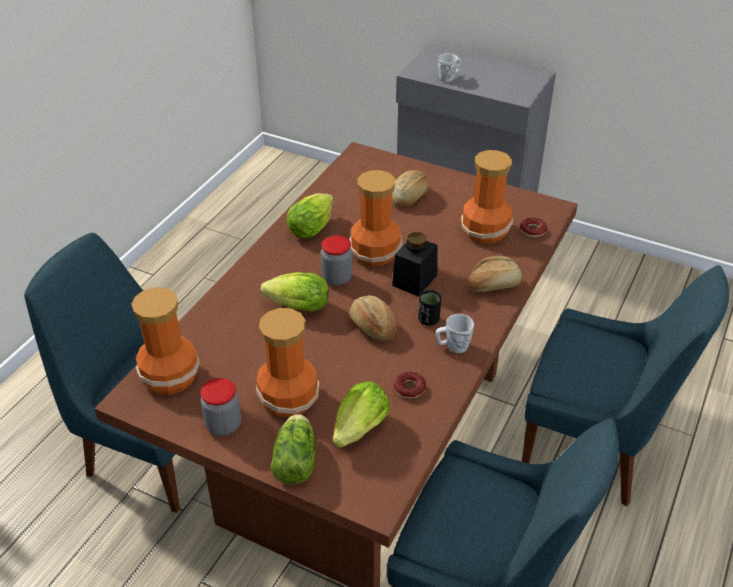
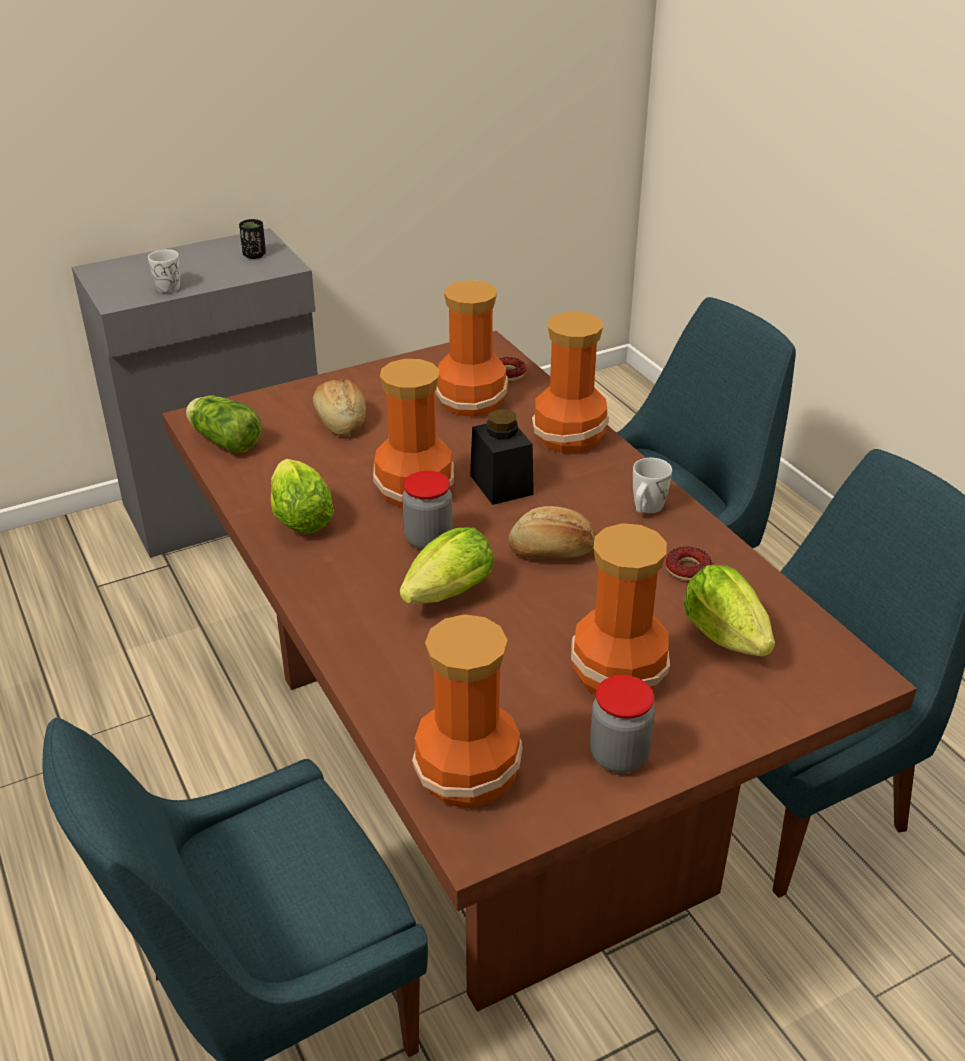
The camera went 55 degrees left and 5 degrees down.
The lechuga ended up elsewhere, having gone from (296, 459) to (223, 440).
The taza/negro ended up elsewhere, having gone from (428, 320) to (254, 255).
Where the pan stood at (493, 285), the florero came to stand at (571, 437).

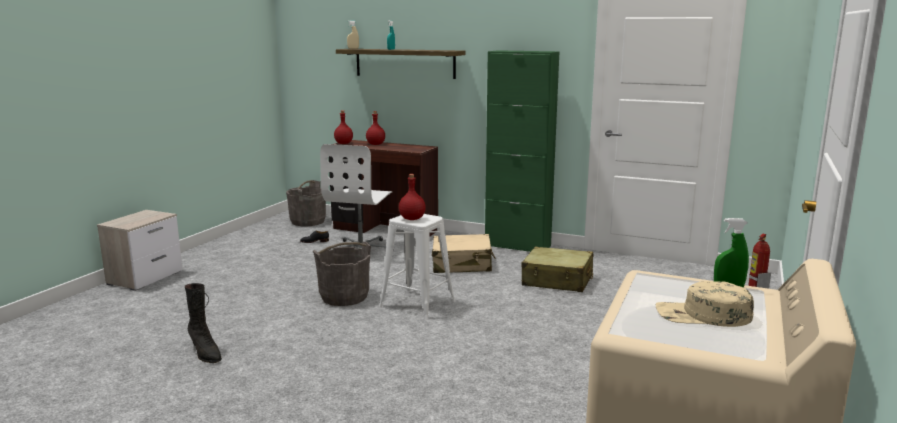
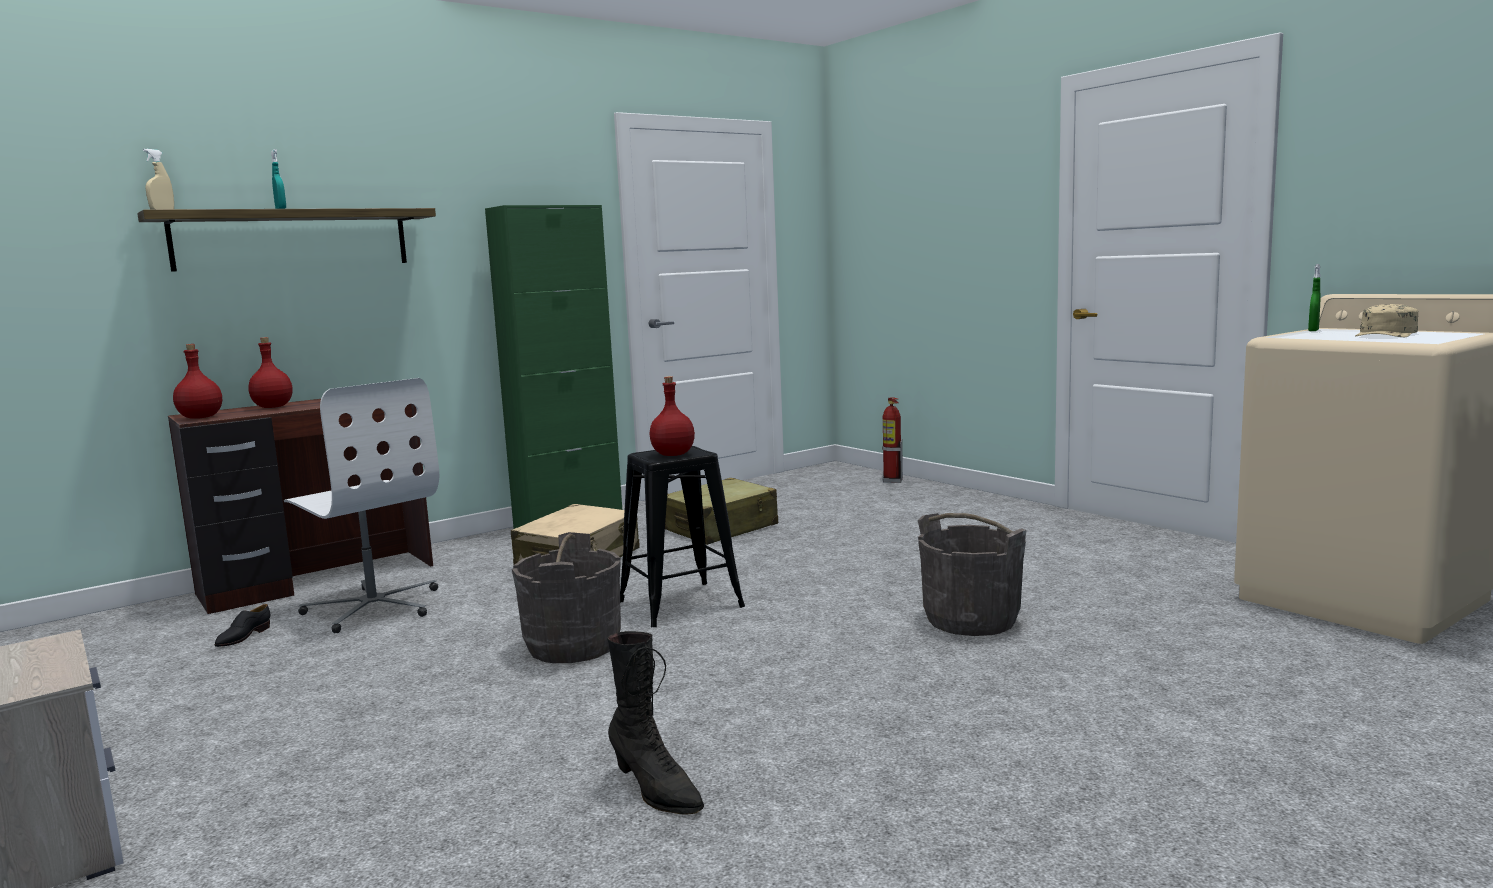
The camera went 60 degrees left and 5 degrees down.
The bota/negro at (205, 353) ended up facing another way, 60 degrees clockwise from before.
What was the taburete/blanco at (417, 304) turned into the taburete/negro at (680, 604).
The cubo/gris ended up elsewhere, having gone from (308, 221) to (971, 620).

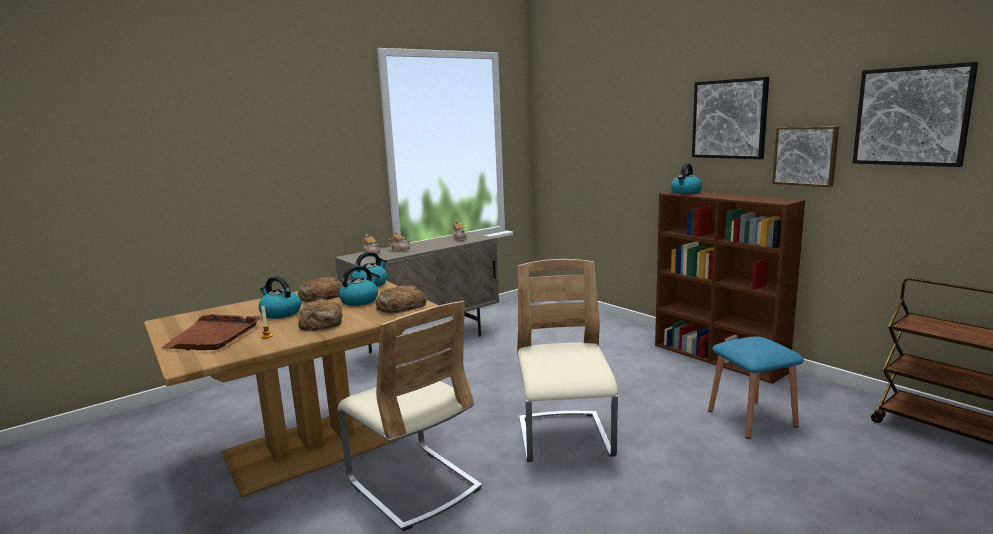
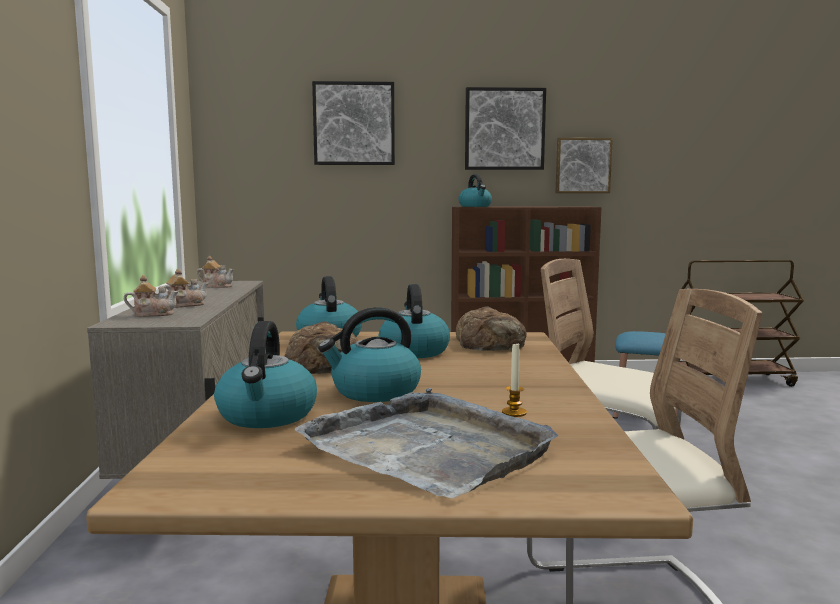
The camera went 55 degrees left and 5 degrees down.
The second view gained the hervidor at (267, 416).
What was the bandeja/marrón at (213, 336) turned into the bandeja/gris at (429, 448).
The cuadro ended up elsewhere, having gone from (911, 116) to (354, 124).
The second view lost the pan at (322, 322).

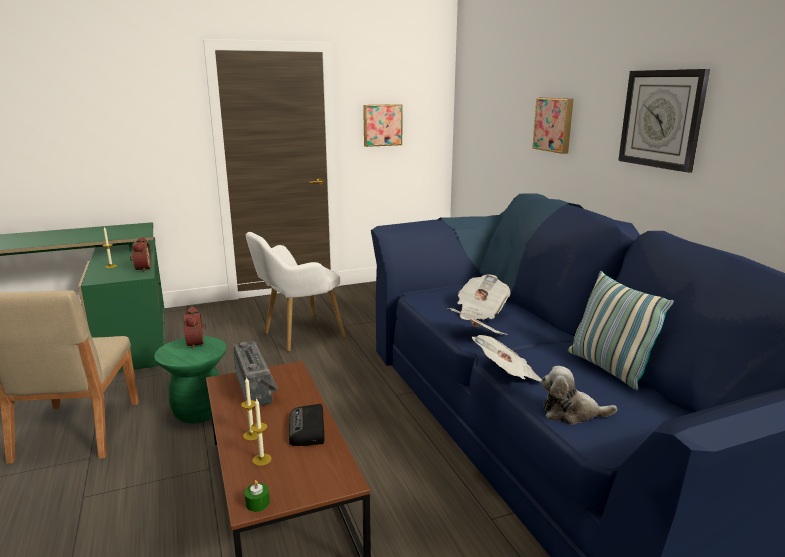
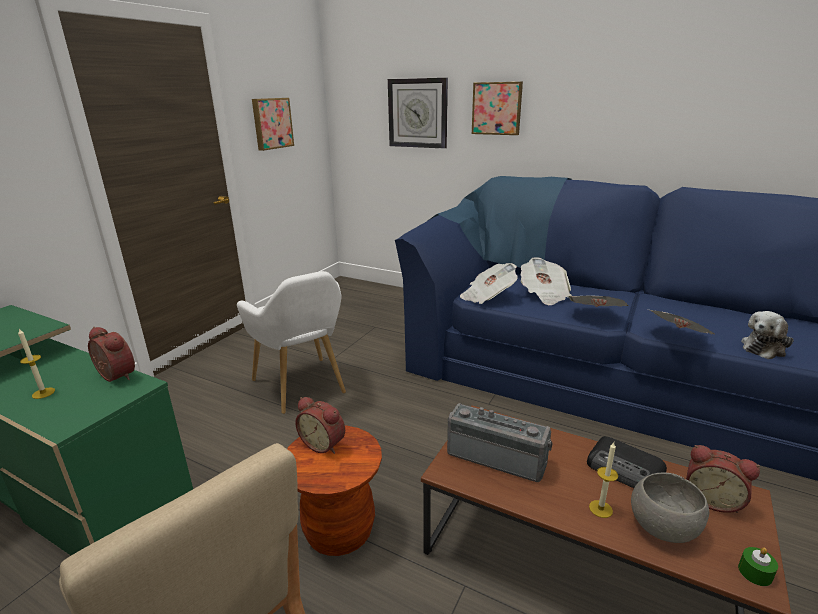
The camera went 40 degrees left and 5 degrees up.
The sillón/blanco at (298, 336) ended up facing another way, 45 degrees counterclockwise from before.
What was the taburete/verde at (198, 412) turned into the taburete/marrón at (339, 531).
The reloj de pared ended up elsewhere, having gone from (662, 119) to (418, 113).
The second view gained the periódico at (487, 297).
Where the vela stood at (262, 459), the cuenco/gris came to stand at (661, 527).
The second view gained the despertador at (712, 499).
The second view lost the cojín at (608, 368).

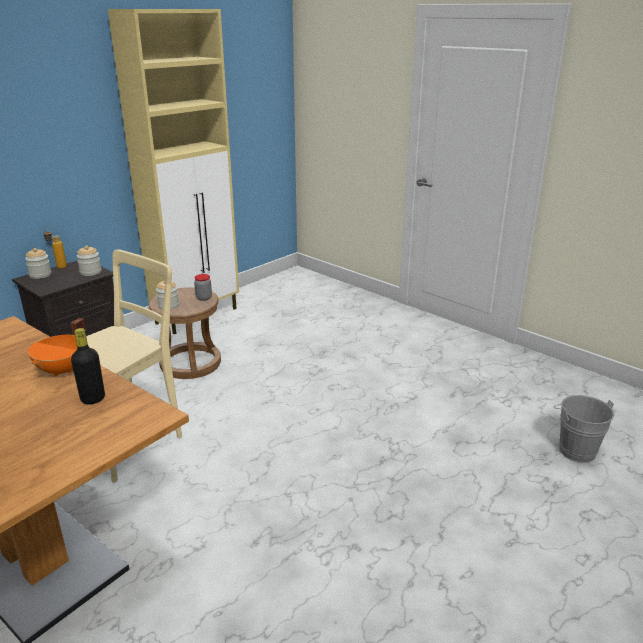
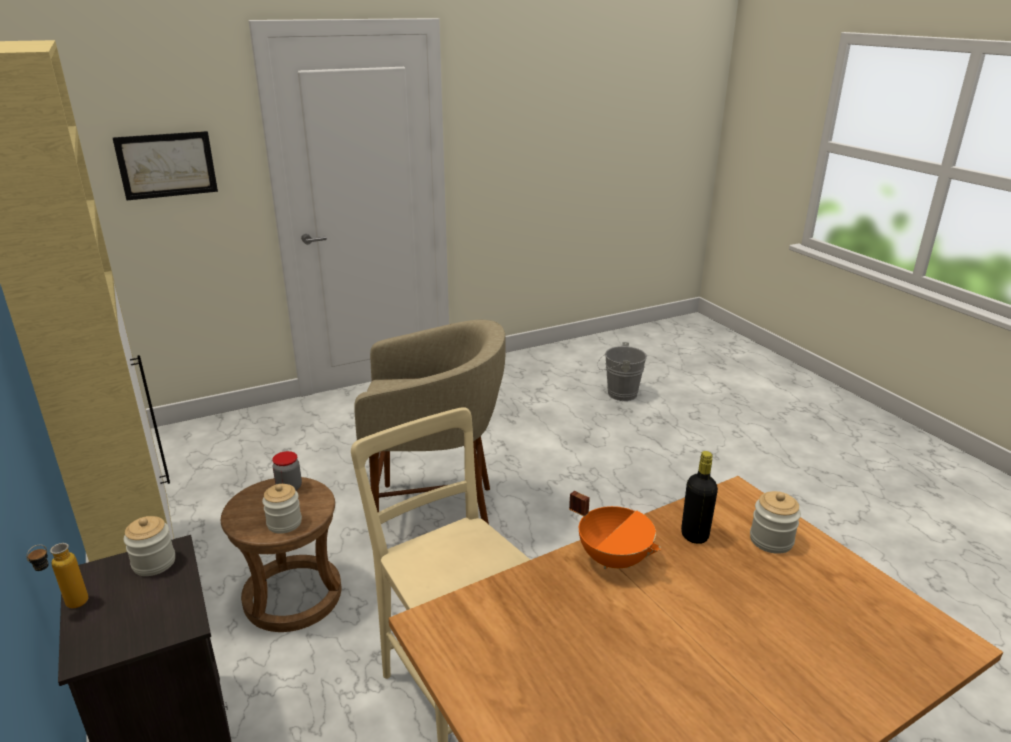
The camera went 70 degrees left and 0 degrees up.
The second view gained the cuadro at (167, 165).
The second view gained the taburete/beis at (435, 513).
The tarro ended up elsewhere, having gone from (40, 275) to (771, 540).

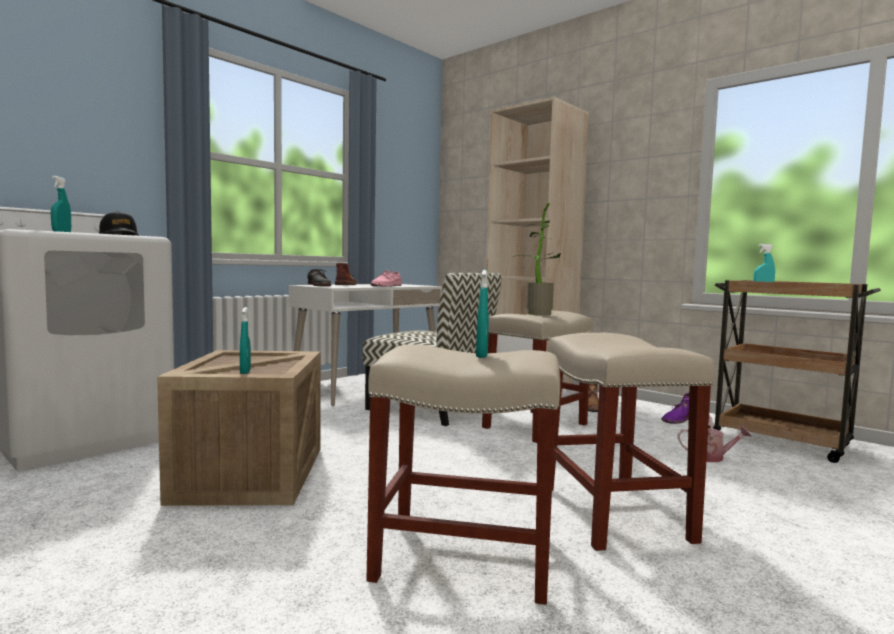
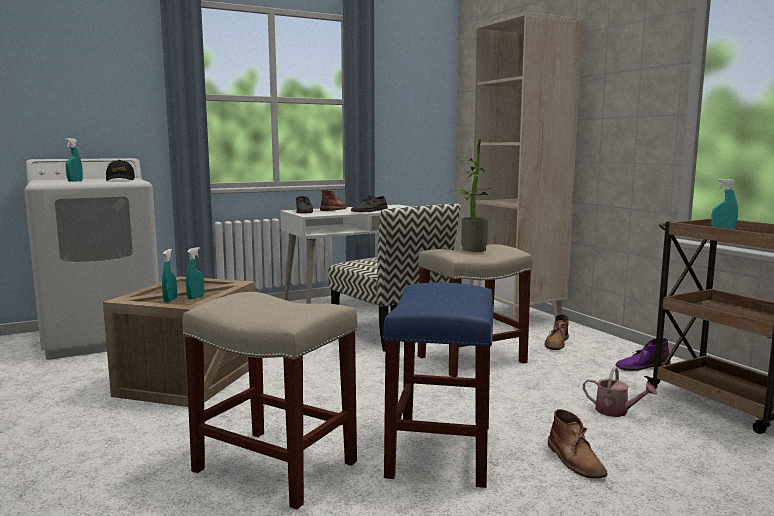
The camera went 20 degrees right and 5 degrees up.
The pulverizador/turquesa ended up elsewhere, having gone from (482, 355) to (195, 297).
What was the zapato/rosa at (387, 286) turned into the zapato/gris at (370, 211).
What was the taburete/beis at (615, 514) turned into the taburete/azul at (441, 451).
The second view gained the bota/marrón at (575, 460).

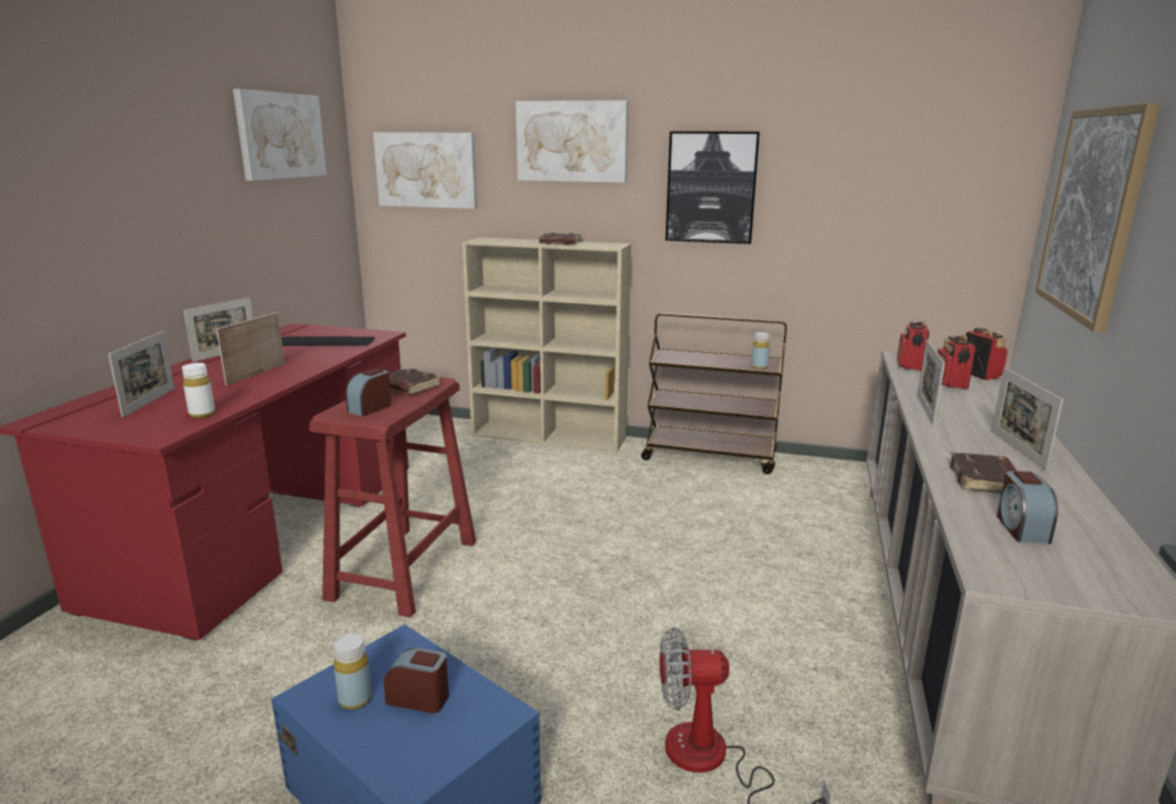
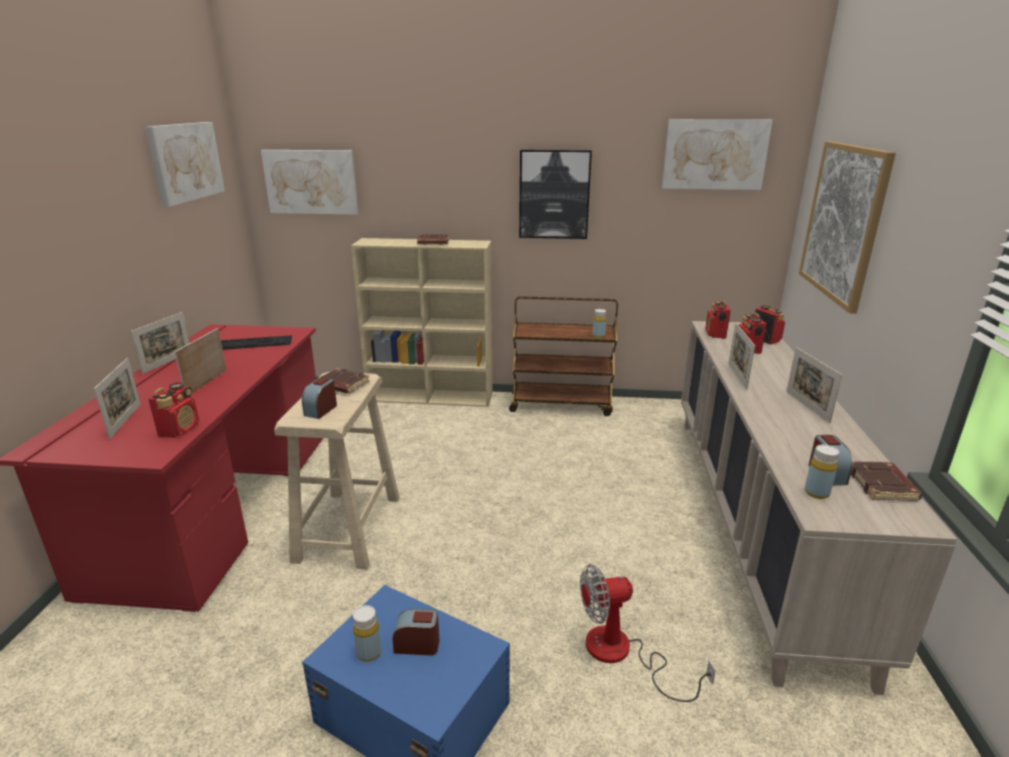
The camera went 10 degrees left and 5 degrees up.
Where the botella/blanco stood at (202, 414), the radio came to stand at (180, 429).
What was the taburete/rojo at (403, 570) turned into the taburete/beis at (348, 529).
The cuadro ended up elsewhere, having gone from (572, 141) to (714, 154).
The second view gained the botella/amarillo at (816, 493).
The libro/marrón ended up elsewhere, having gone from (986, 480) to (883, 486).

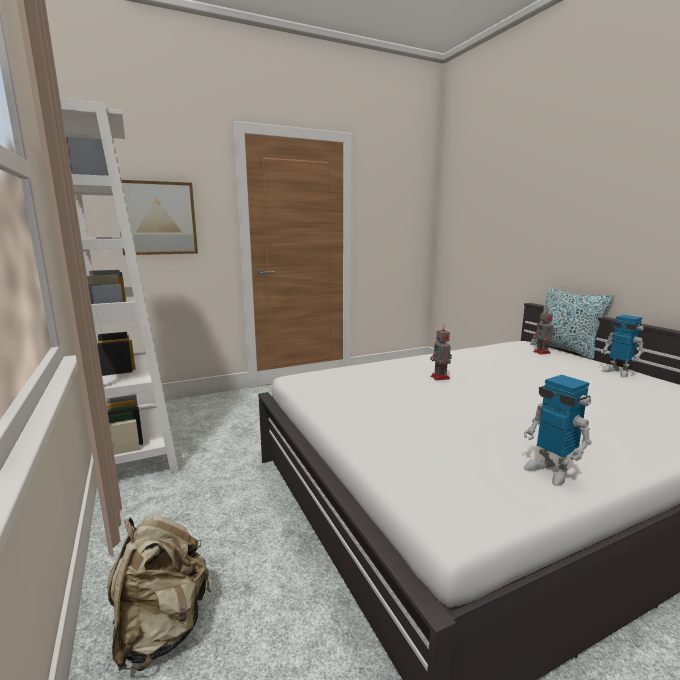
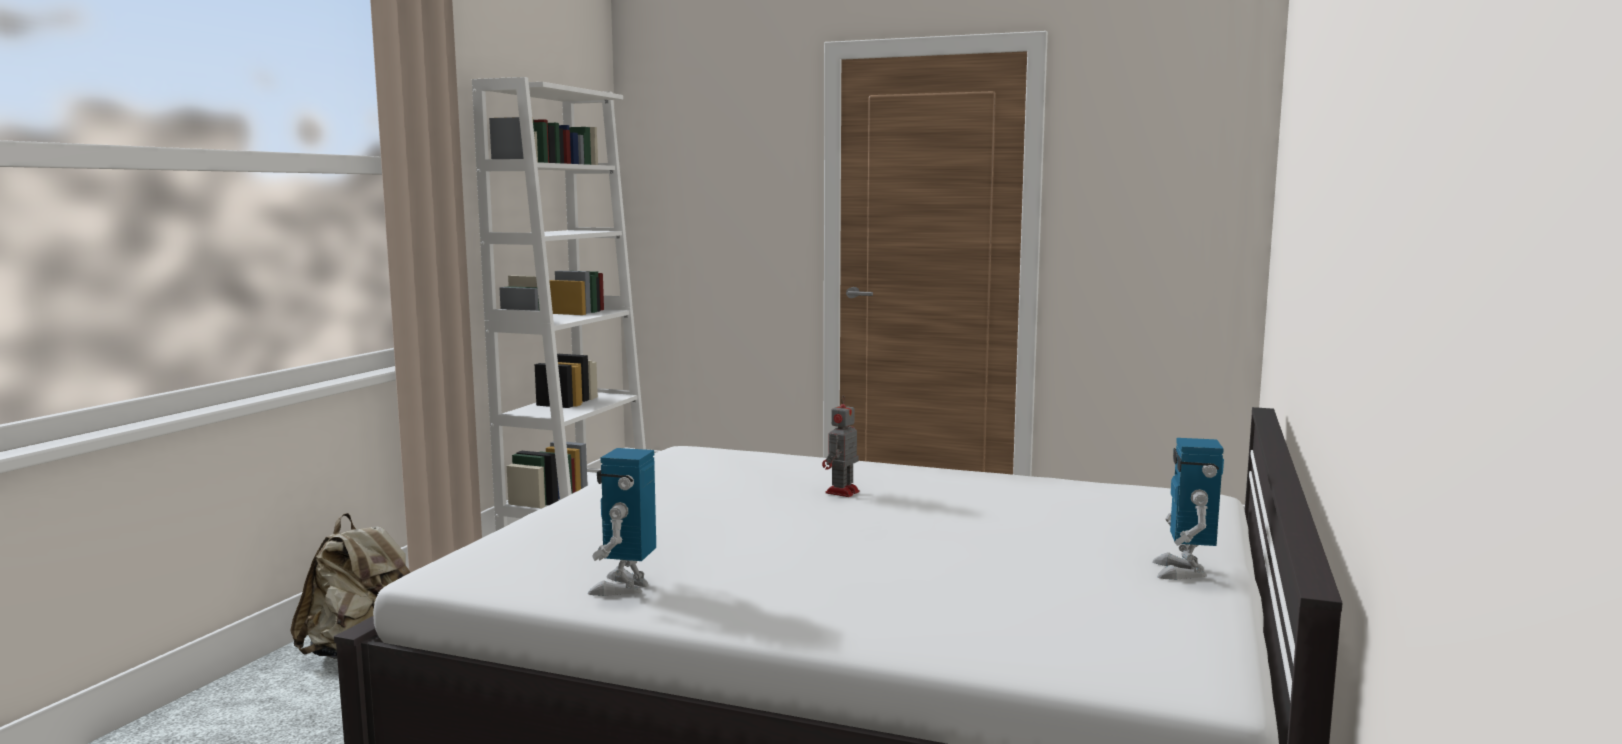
The camera went 45 degrees right and 5 degrees down.
The second view lost the cuadro at (157, 218).
The second view lost the cojín at (565, 350).
The second view lost the robot de juguete at (542, 352).

